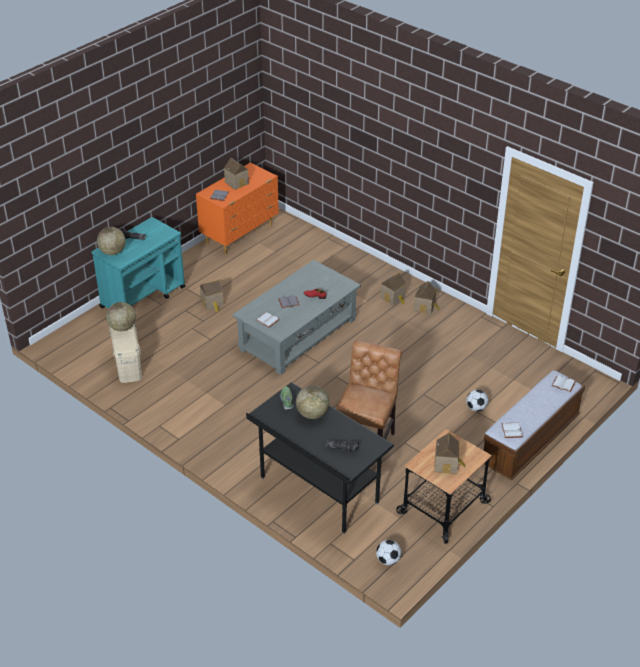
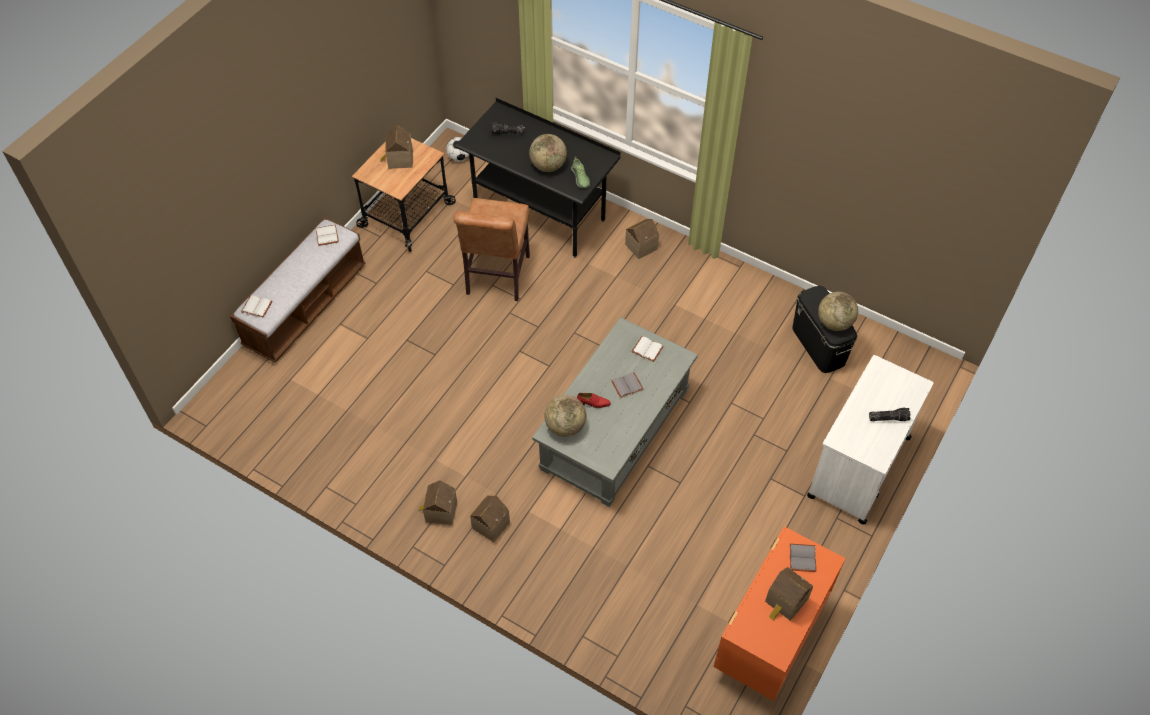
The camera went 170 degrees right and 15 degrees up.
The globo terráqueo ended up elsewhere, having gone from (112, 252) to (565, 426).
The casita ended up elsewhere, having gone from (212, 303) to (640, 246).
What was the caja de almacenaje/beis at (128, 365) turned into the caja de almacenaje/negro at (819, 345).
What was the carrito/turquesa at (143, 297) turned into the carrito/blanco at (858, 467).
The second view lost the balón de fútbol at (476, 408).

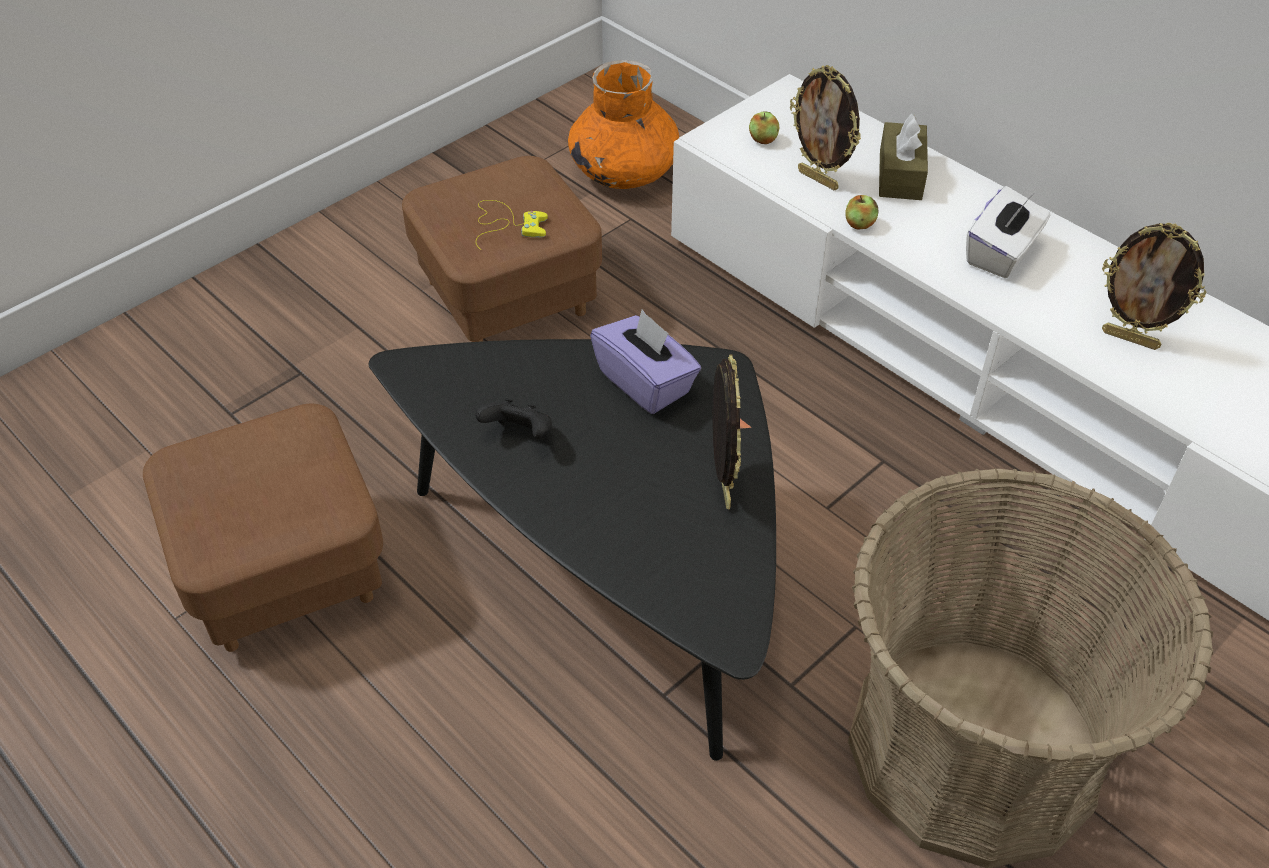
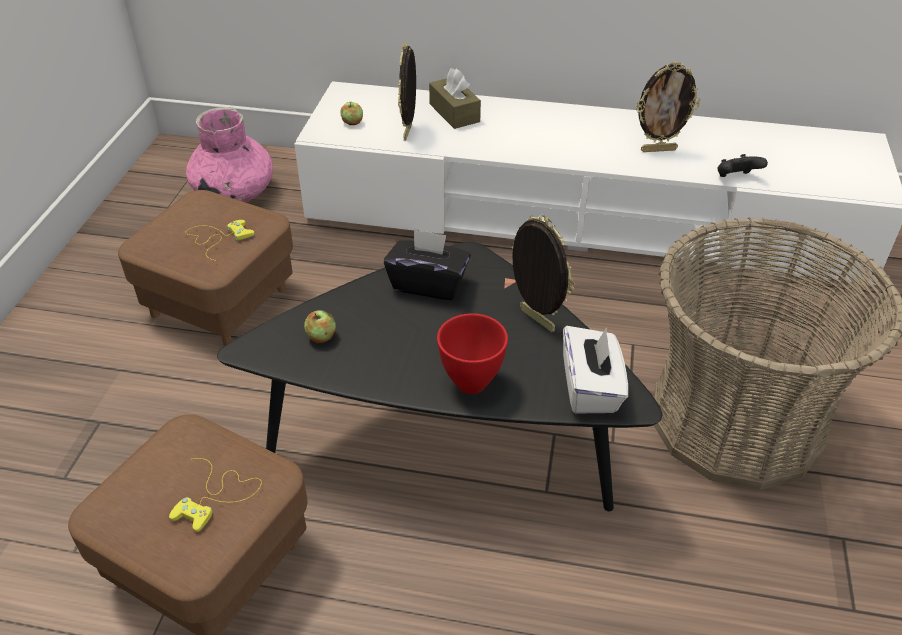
The camera went 35 degrees left and 5 degrees down.
The second view gained the mando de consola/amarillo at (217, 496).
What was the florero/naranja at (624, 171) turned into the florero/rosa at (234, 192).
The manzana ended up elsewhere, having gone from (859, 224) to (321, 337).
What was the caja de pañuelos/morado at (645, 382) turned into the caja de pañuelos/negro at (428, 284).
The portarretratos at (819, 179) ended up facing another way, 90 degrees clockwise from before.
The second view gained the cuenco/rojo at (470, 383).
The caja de pañuelos/blanco ended up elsewhere, having gone from (1001, 254) to (591, 388).
The mando de consola/negro ended up elsewhere, having gone from (519, 435) to (736, 178).

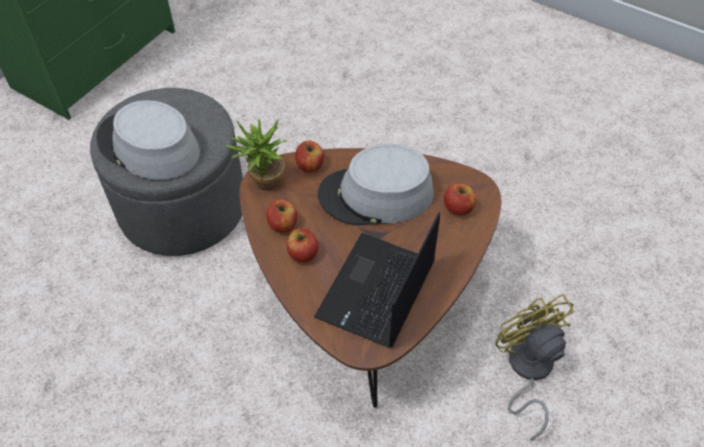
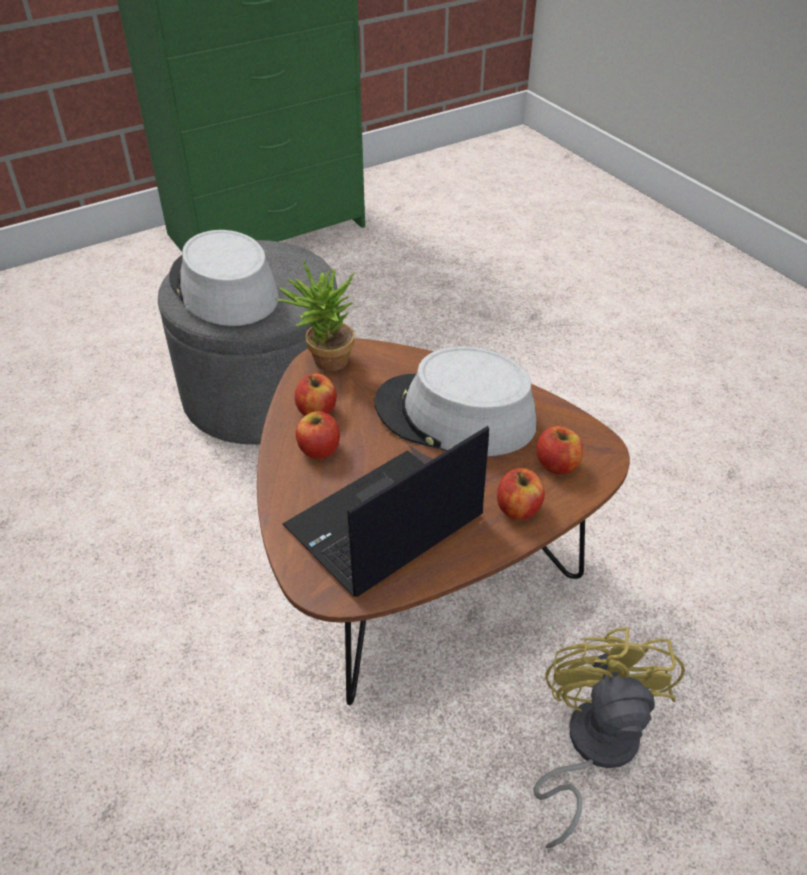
The camera went 25 degrees right and 10 degrees down.
The manzana ended up elsewhere, having gone from (310, 165) to (518, 509).

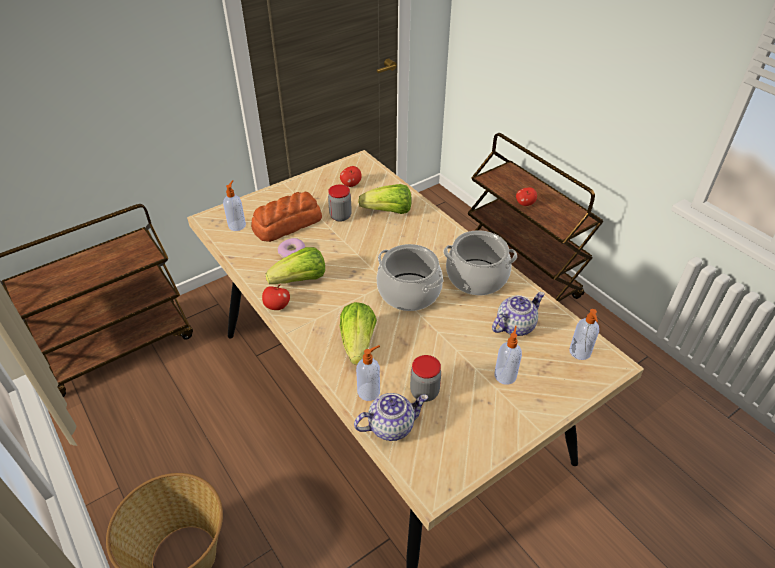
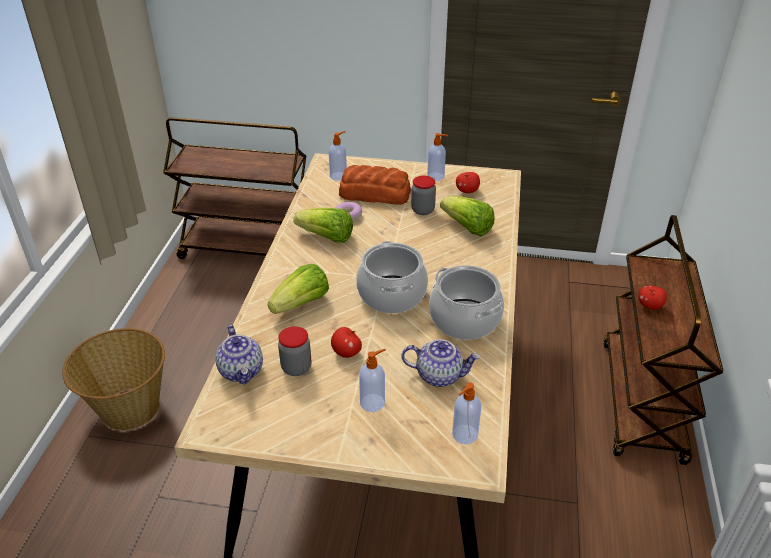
The camera went 45 degrees right and 5 degrees down.
The tetera at (391, 426) ended up facing another way, 45 degrees clockwise from before.
The manzana ended up elsewhere, having gone from (277, 306) to (346, 353).
The dispensador de jabón ended up elsewhere, having gone from (369, 391) to (436, 176).

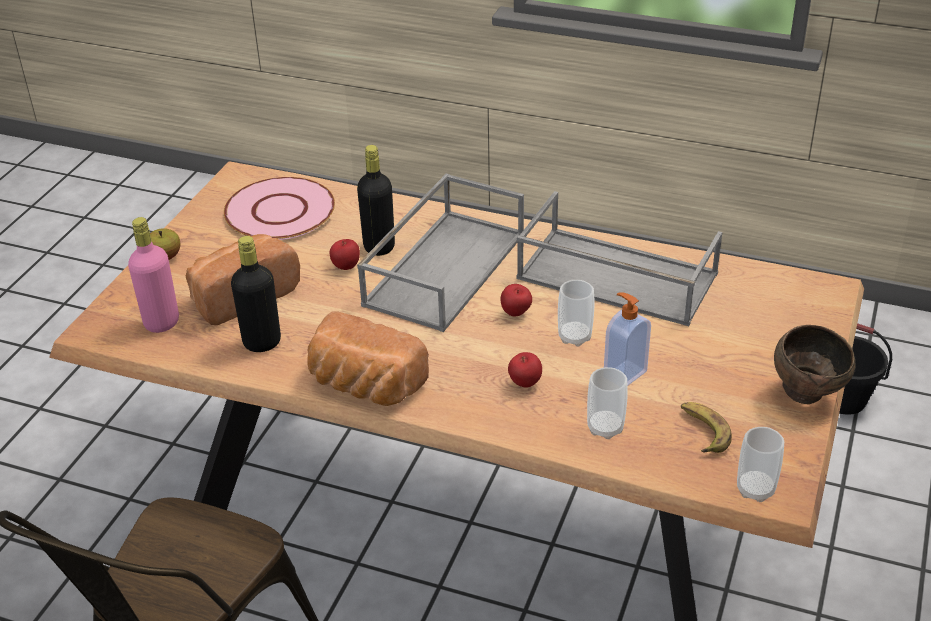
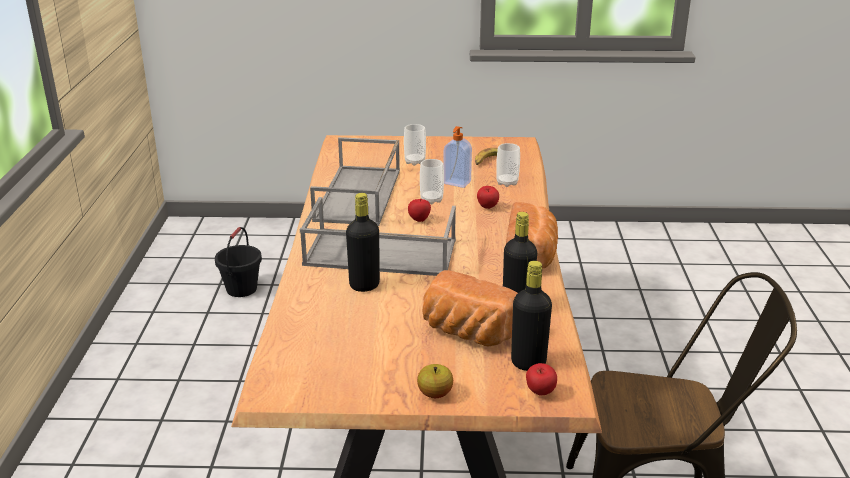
The camera went 110 degrees left and 10 degrees down.
The taza ended up elsewhere, having gone from (755, 489) to (415, 162).
What was the botella/rosa at (161, 322) turned into the botella/negro at (528, 363).
The manzana ended up elsewhere, having gone from (346, 267) to (540, 393).
The second view lost the plato/rosa at (280, 211).
The second view lost the cuenco/marrón at (807, 394).

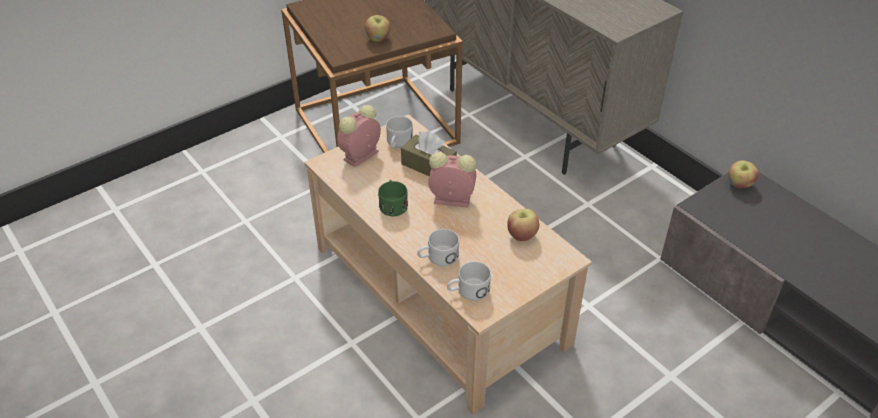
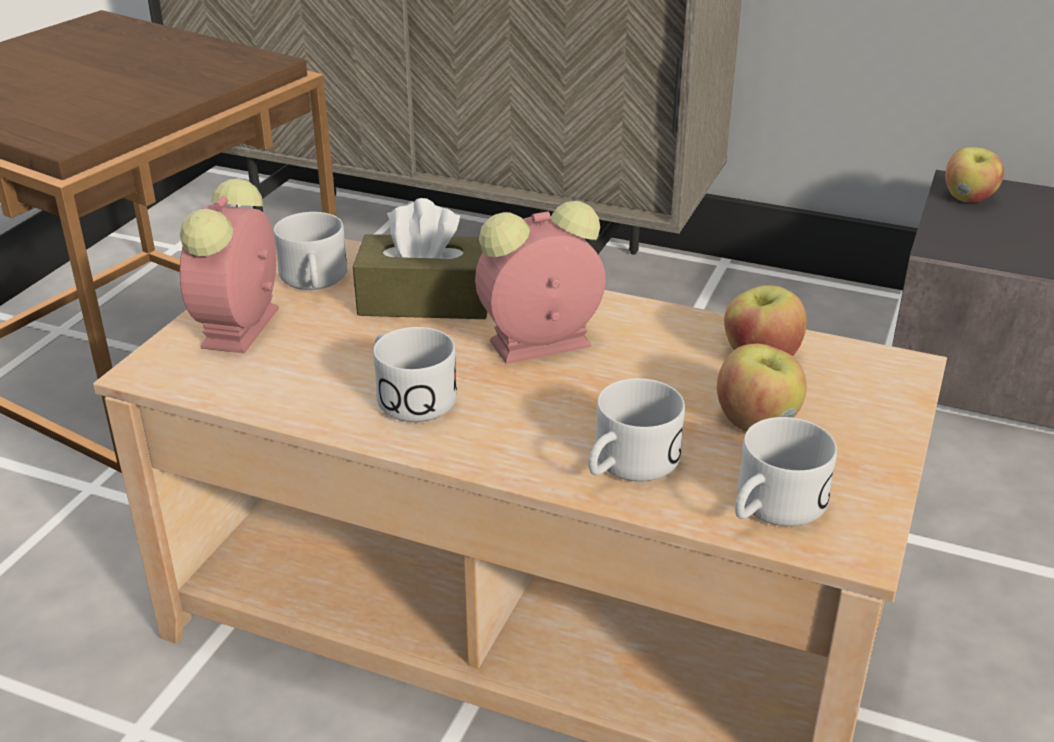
The camera went 30 degrees left and 10 degrees down.
What was the taza grande/verde at (393, 204) turned into the taza grande/blanco at (408, 395).
The manzana ended up elsewhere, having gone from (378, 39) to (756, 421).

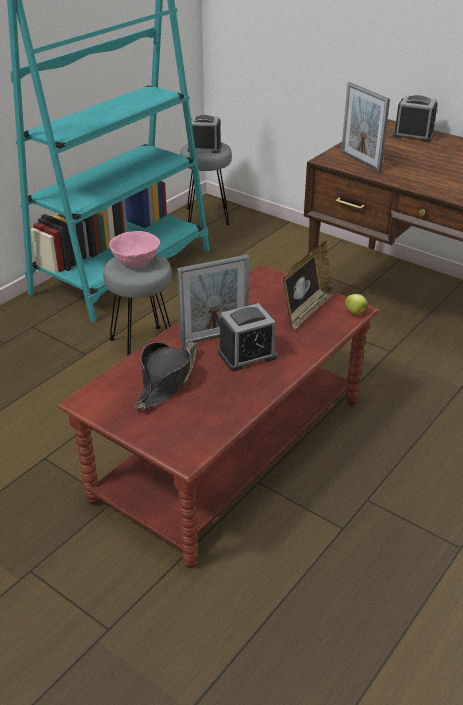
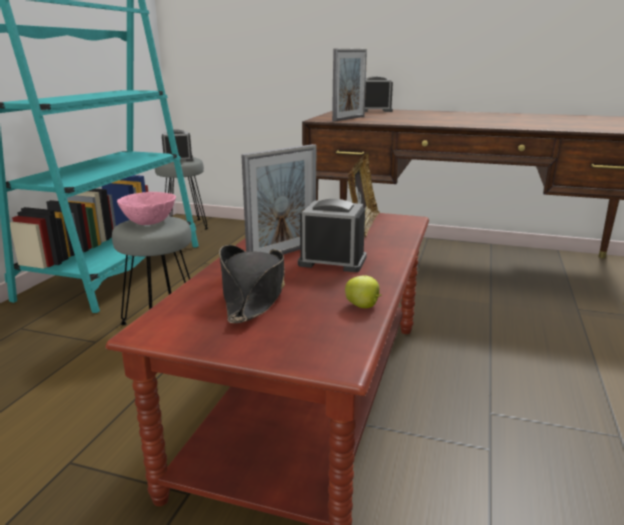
The camera went 20 degrees left and 15 degrees down.
The despertador at (247, 355) ended up facing another way, 120 degrees counterclockwise from before.
The portarretratos at (360, 161) ended up facing another way, 90 degrees counterclockwise from before.
The manzana ended up elsewhere, having gone from (355, 313) to (363, 306).

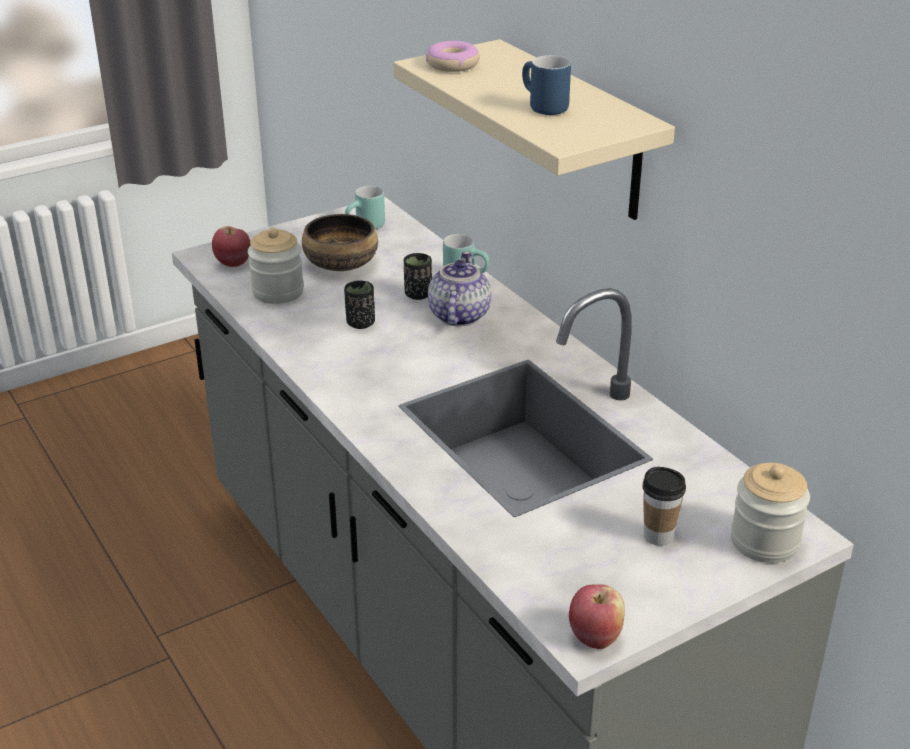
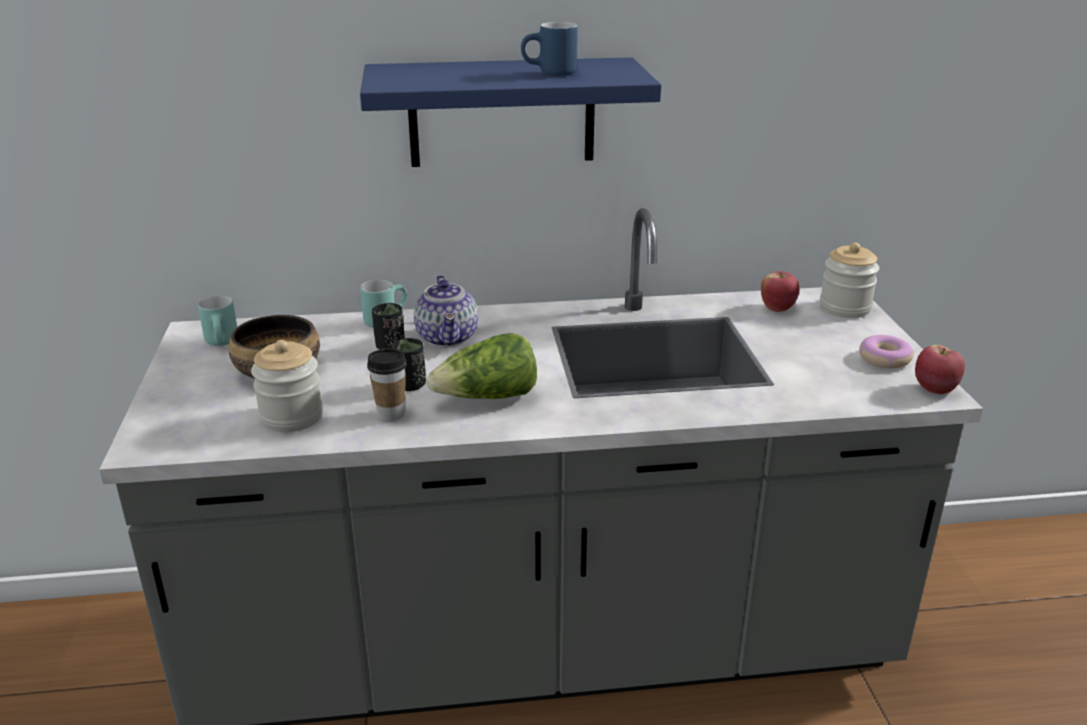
The camera went 65 degrees left and 5 degrees down.
What was the estante/beis at (577, 131) turned into the estante/azul at (502, 112).
The taza ended up elsewhere, having gone from (658, 536) to (391, 414).
The tetera at (457, 315) ended up facing another way, 135 degrees counterclockwise from before.
The second view gained the lechuga at (488, 398).
The manzana ended up elsewhere, having gone from (233, 263) to (777, 308).
The rosquilla ended up elsewhere, having gone from (453, 64) to (884, 359).

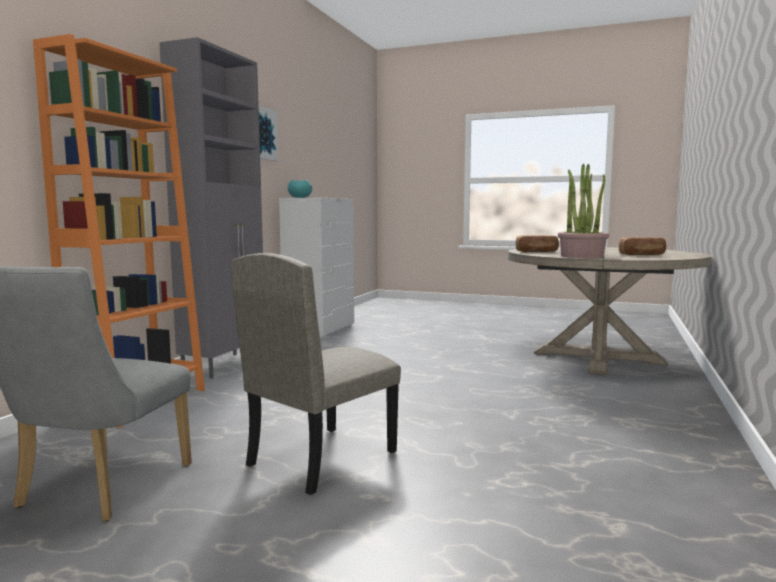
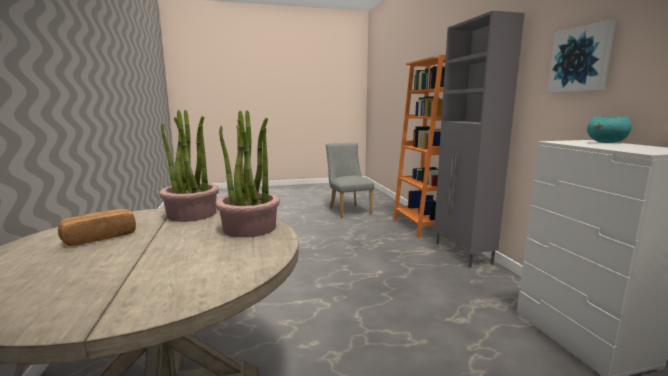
The camera went 145 degrees right and 5 degrees up.
Where the pan stood at (537, 251), the planta en maceta came to stand at (249, 228).
The second view lost the silla/beis at (321, 458).

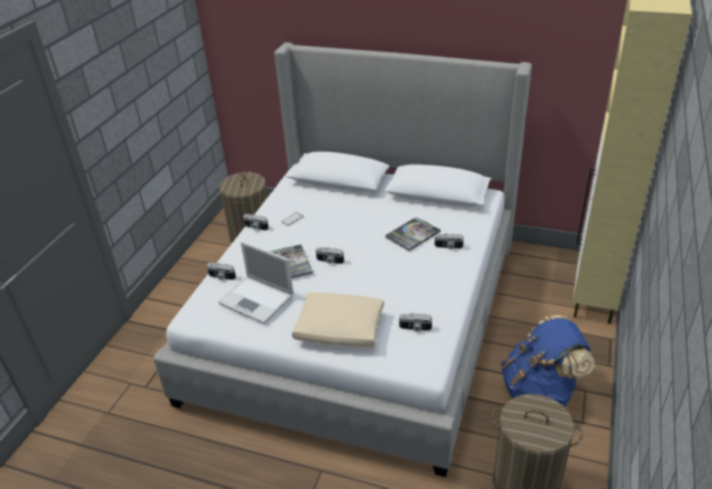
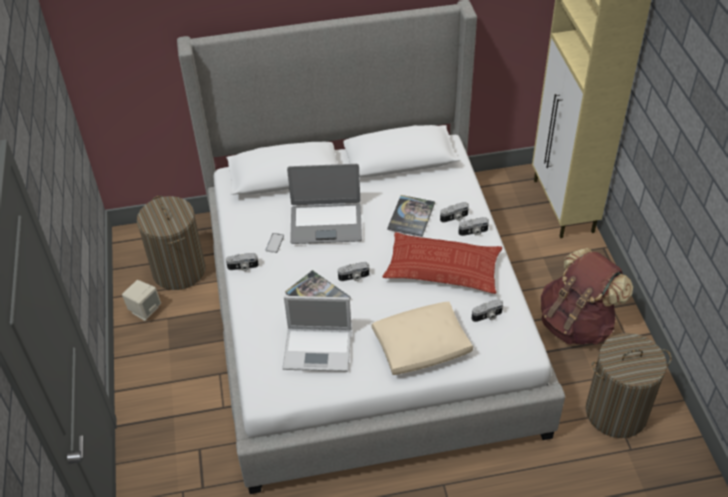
The camera went 30 degrees left and 10 degrees up.
The second view gained the altavoz/beis at (145, 310).
The second view gained the portátil at (326, 223).
The second view gained the cojín at (443, 268).
The cámara ended up elsewhere, having gone from (221, 277) to (473, 232).
What was the mochila/azul at (540, 391) turned into the mochila/marrón at (577, 323).

